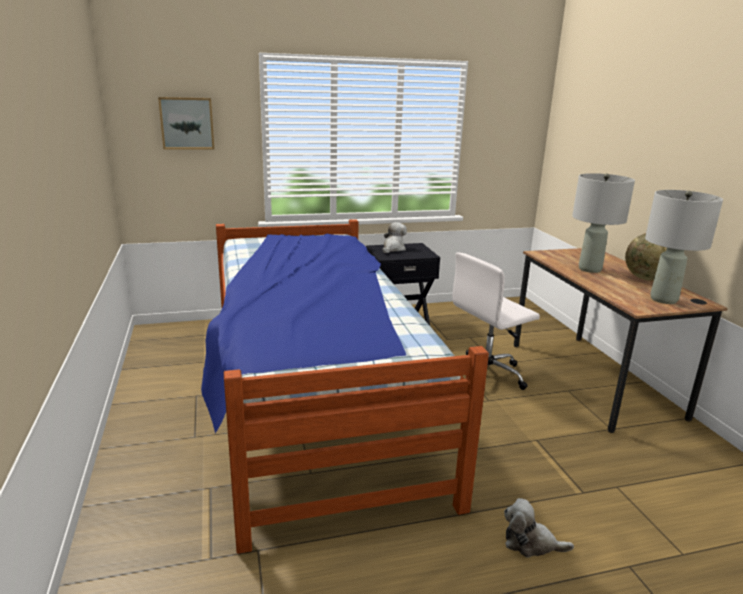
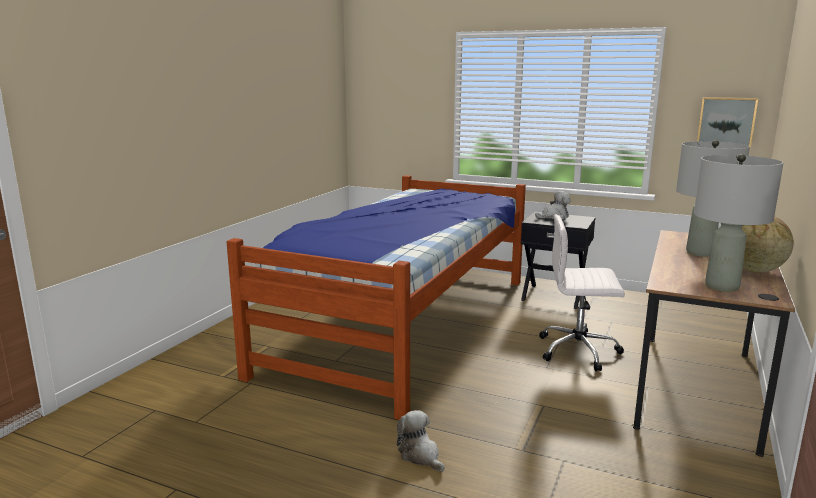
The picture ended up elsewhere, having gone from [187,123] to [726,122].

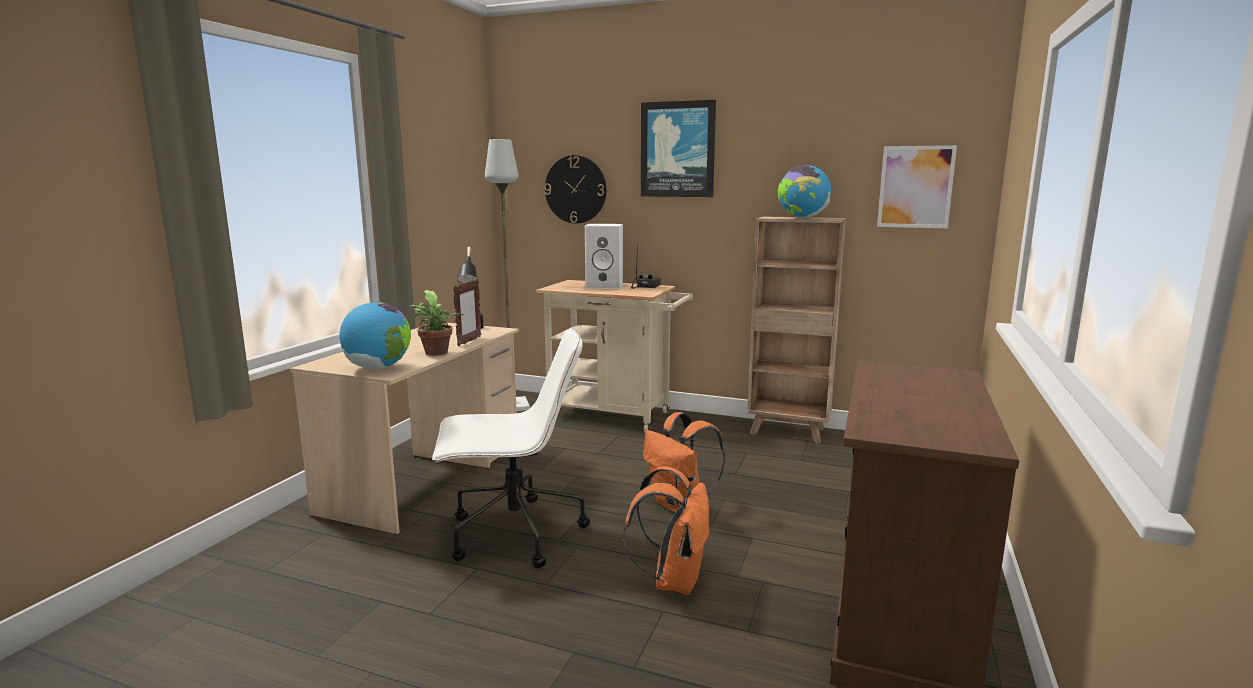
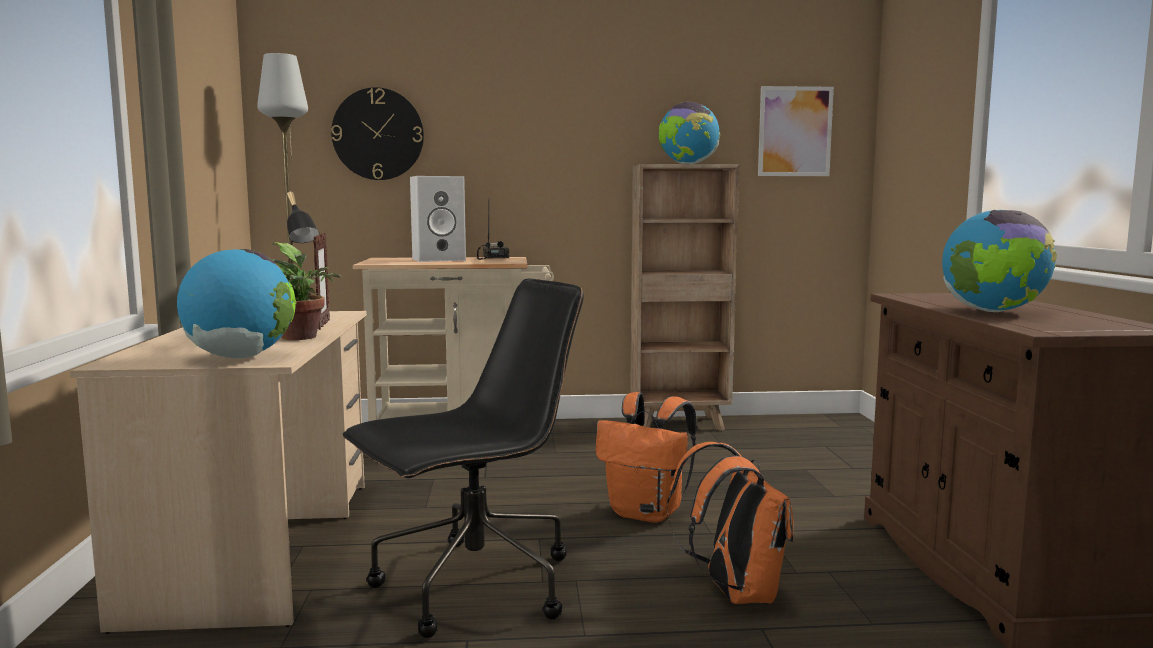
The second view lost the picture at [677,149]. What was the white_office_chair at [513,534] turned into the black_office_chair at [472,587]. The second view gained the globe at [993,311].

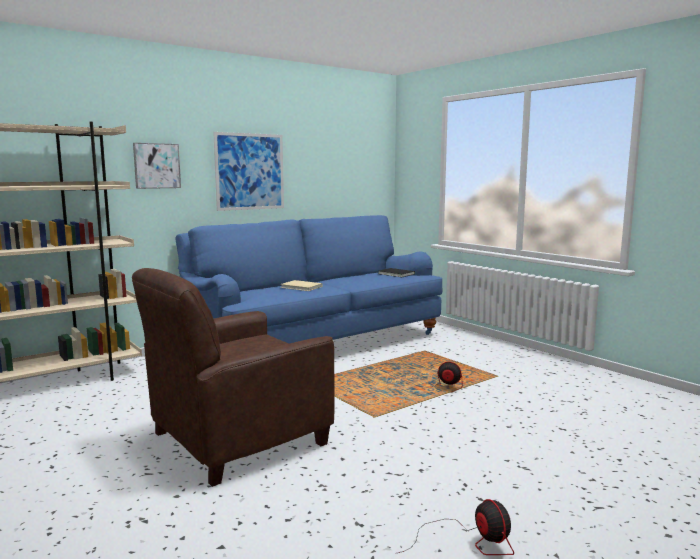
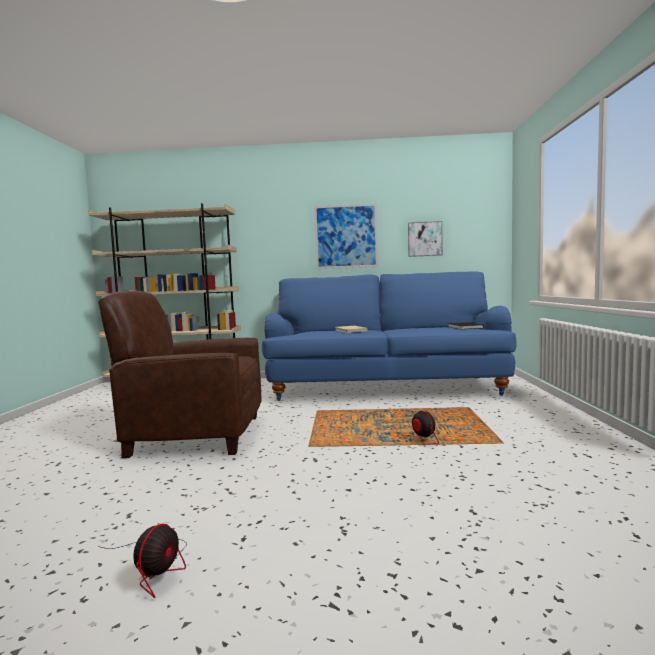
The picture ended up elsewhere, having gone from [156,166] to [424,239].

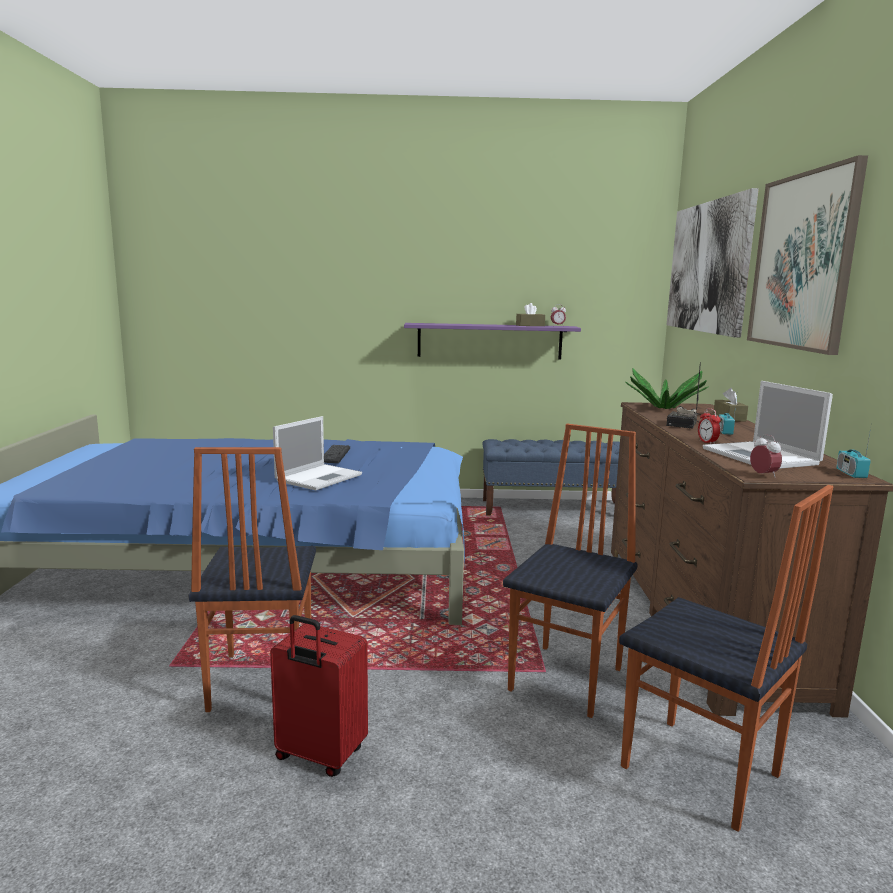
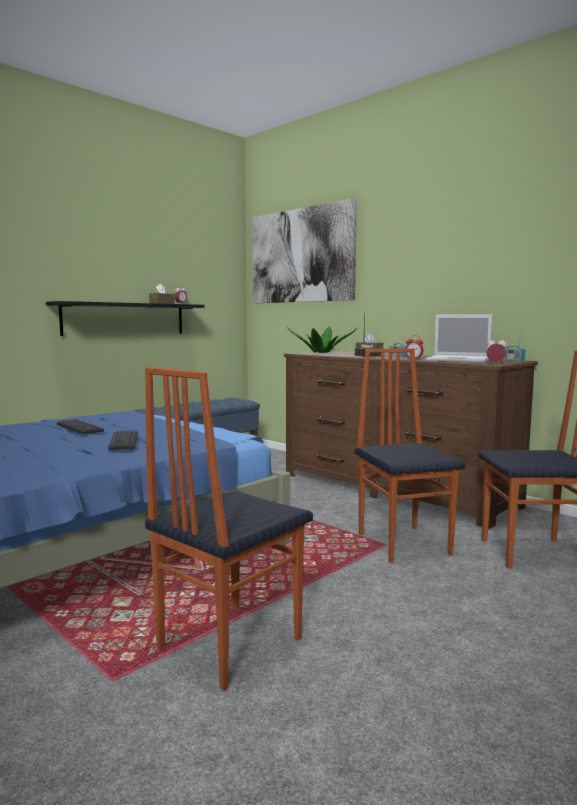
The second view lost the picture at [802,261]. What was the purple_shelf at [489,341] turned into the black_shelf at [125,319]. Where the laptop stood at [320,477], the keyboard came to stand at [124,441]. The chair at [259,682] ended up facing another way, 90 degrees clockwise from before. The second view lost the red_suitcase at [319,756].

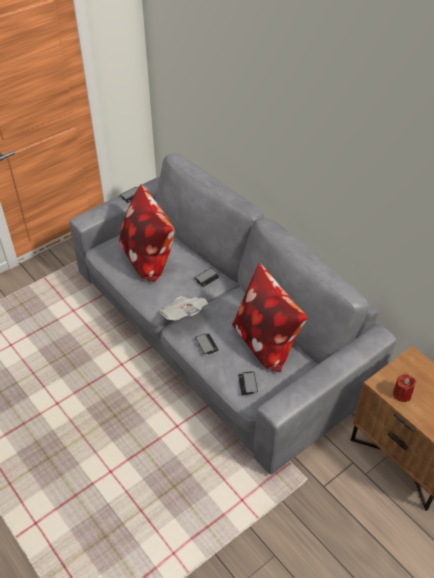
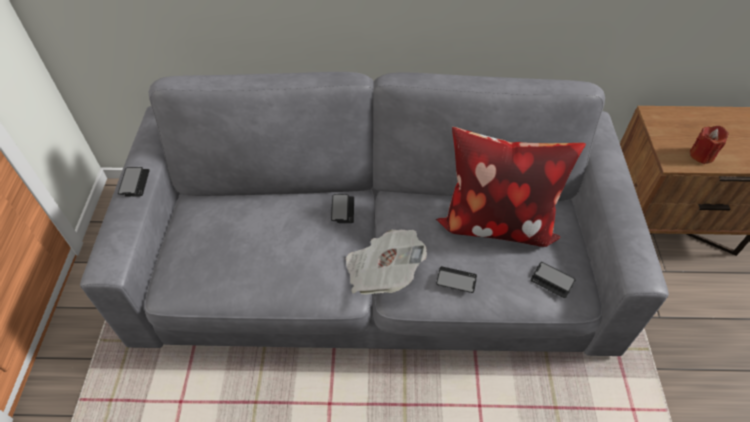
The second view lost the pillow at [148,257].

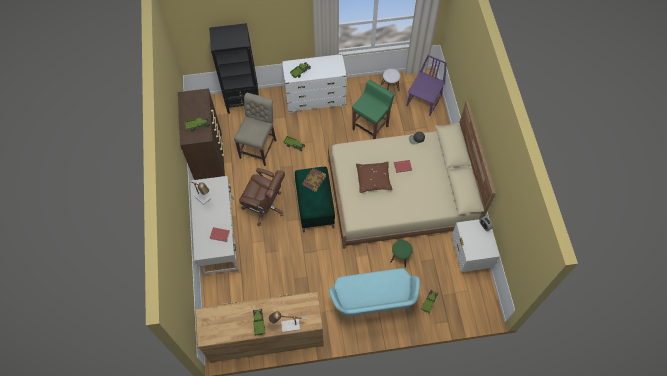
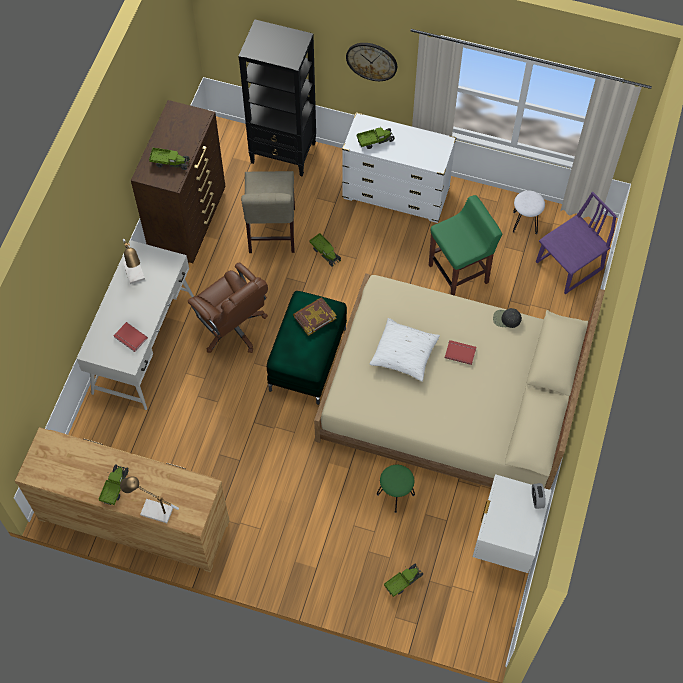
The beige_chair at [259,147] ended up facing another way, 135 degrees clockwise from before. What was the brown_pillow at [373,179] turned into the white_pillow at [404,354]. The second view lost the turquoise_bench at [373,305]. The second view gained the wall_clock at [372,61].

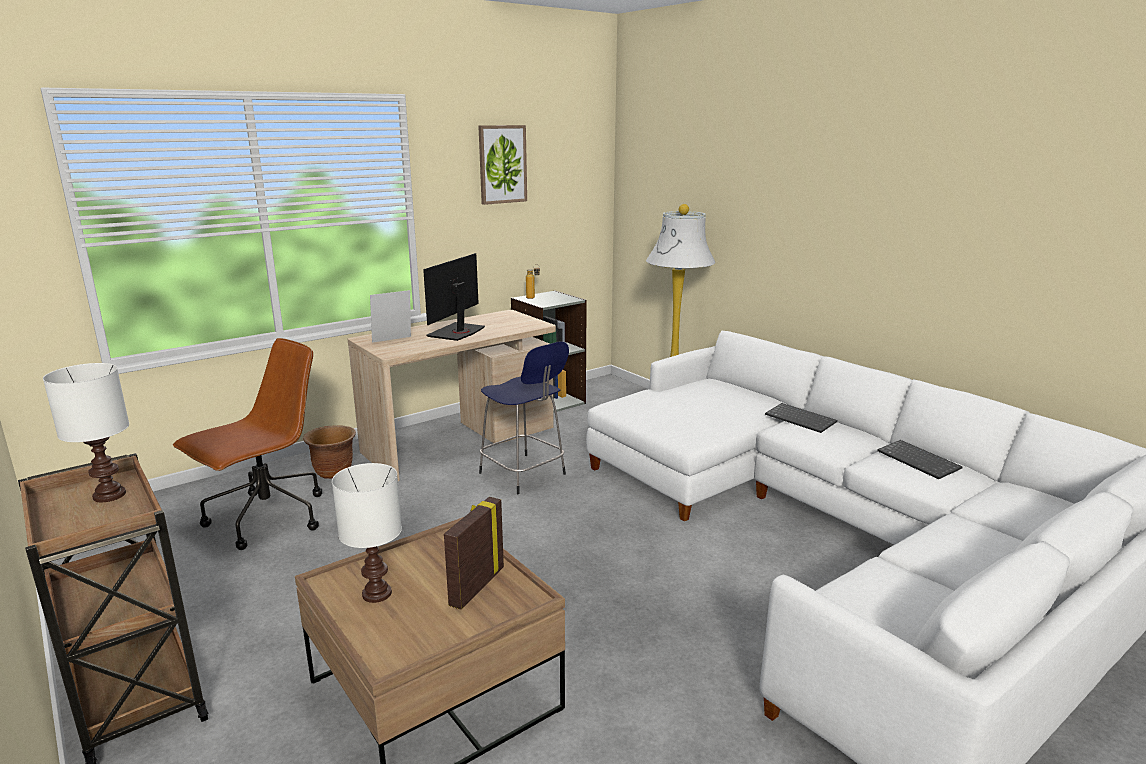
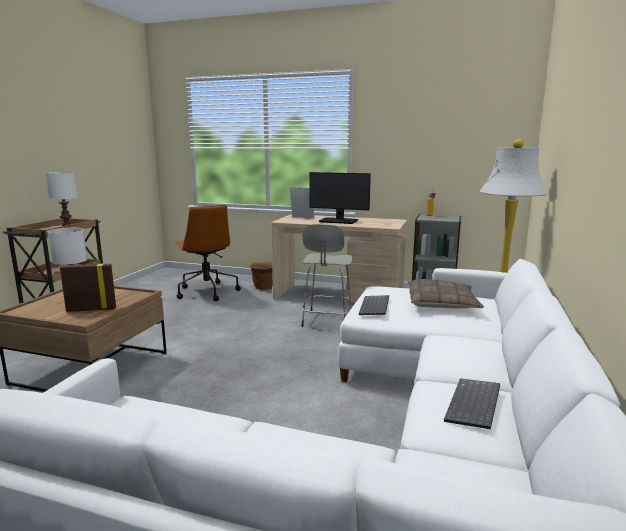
The second view lost the picture at [502,164]. The monitor at [457,332] ended up facing another way, 150 degrees counterclockwise from before. The brown_office_chair at [266,519] ended up facing another way, 60 degrees clockwise from before. What was the blue_stool at [524,475] turned into the grey_stool at [327,321]. The keyboard ended up elsewhere, having gone from [801,419] to [375,307]. The second view gained the pillow at [442,303].

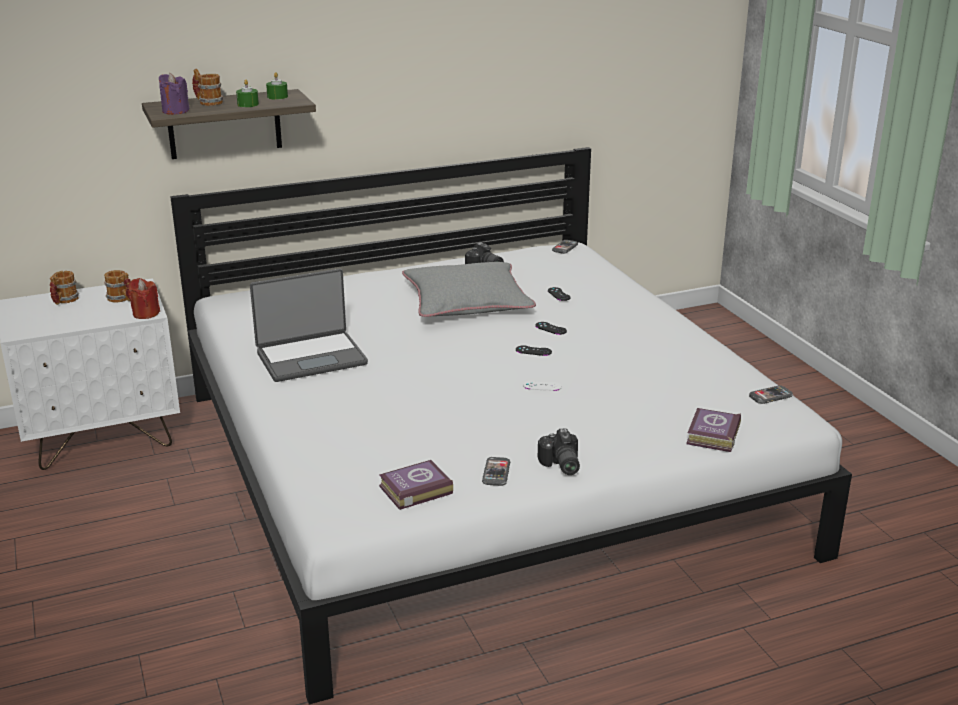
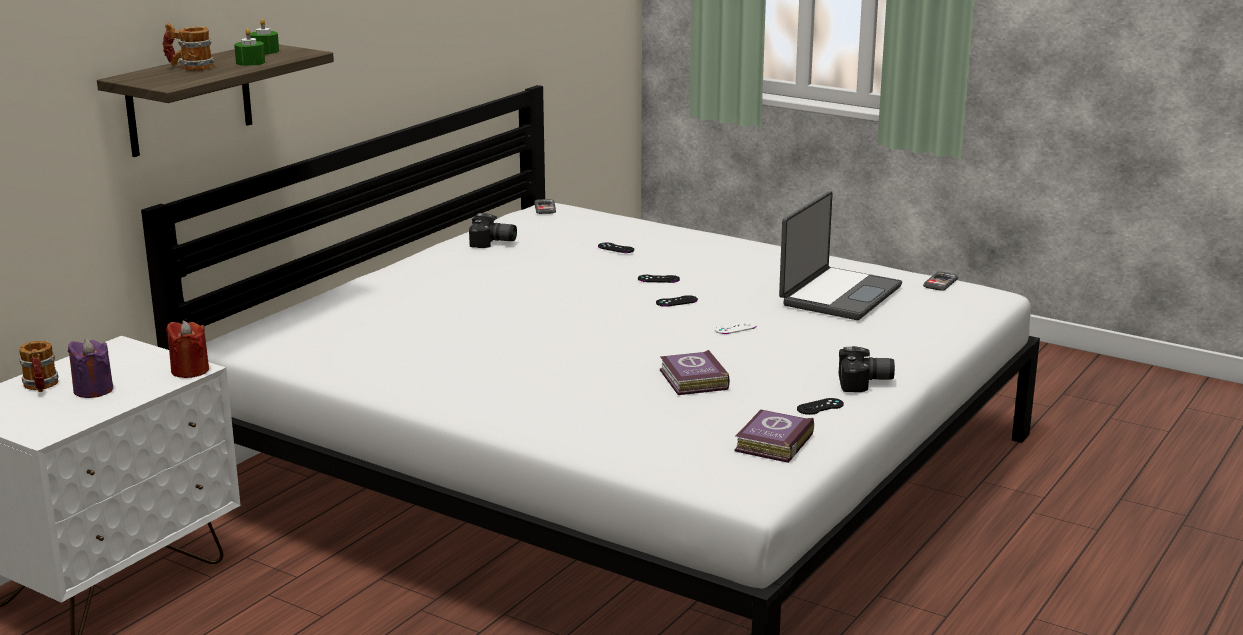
The purple_candle ended up elsewhere, having gone from [175,111] to [93,390]. The second view lost the grey_pillow at [467,301]. The laptop ended up elsewhere, having gone from [311,357] to [838,295]. The second view lost the mug at [122,299]. The book ended up elsewhere, having gone from [711,435] to [693,380]. The photo_camera at [560,465] ended up facing another way, 45 degrees counterclockwise from before. Where the phone stood at [496,473], the black_game_controller came to stand at [820,407].

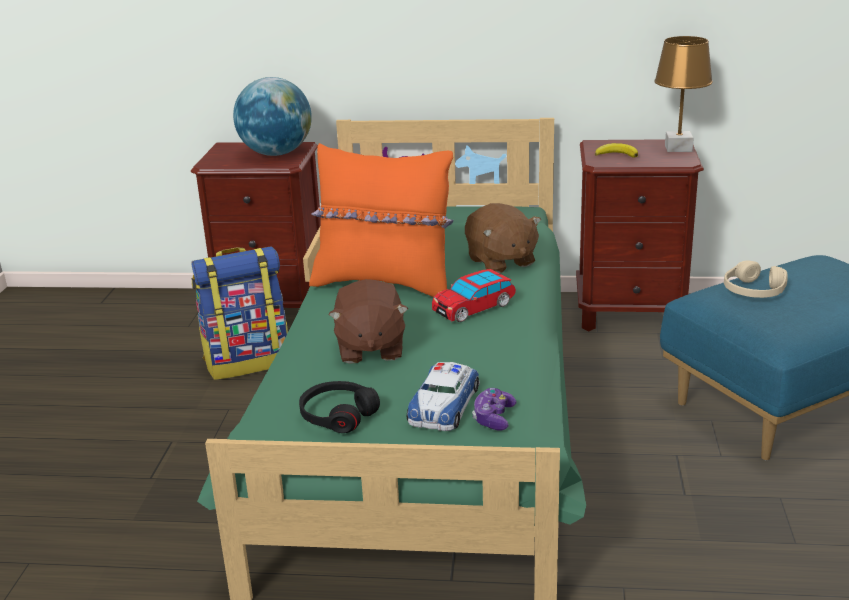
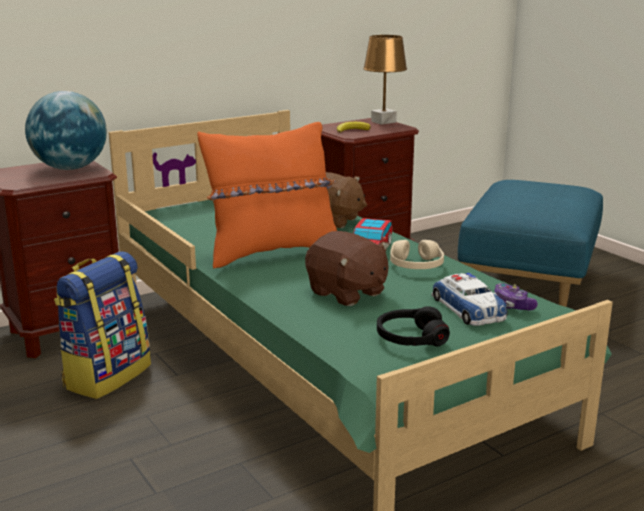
The beige_headphones ended up elsewhere, having gone from [753,291] to [416,265].

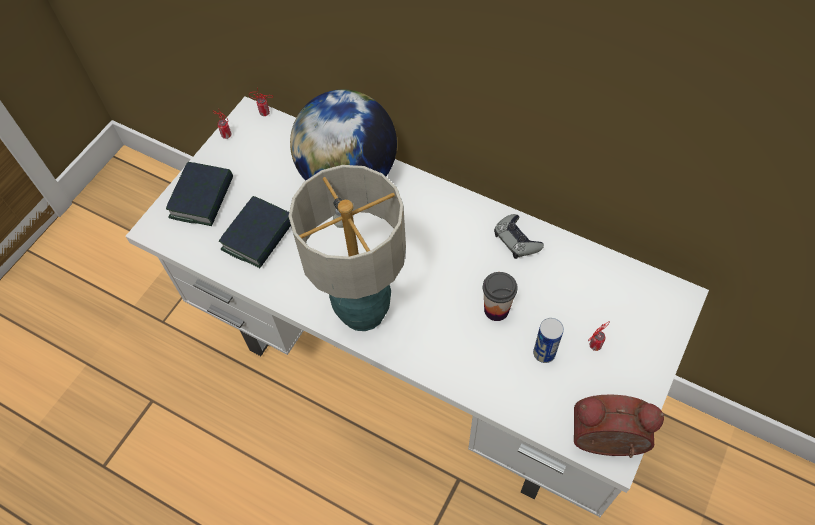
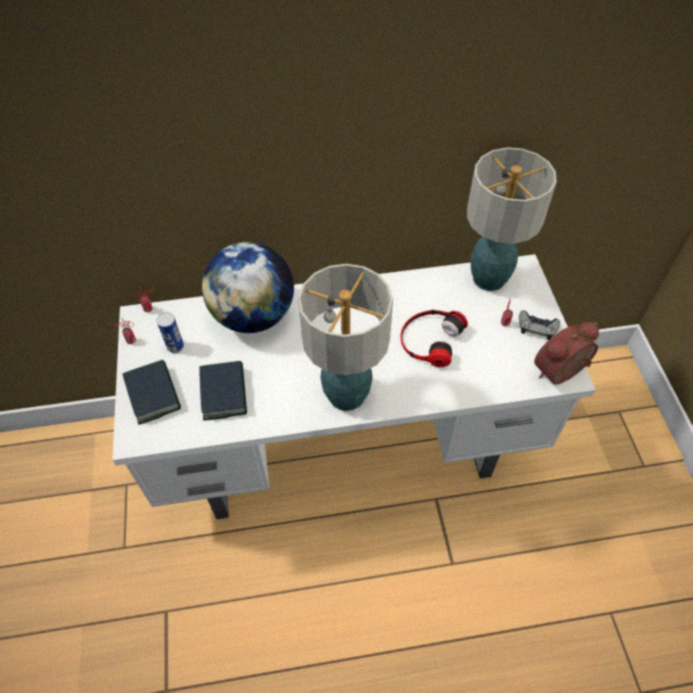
The grey_game_controller ended up elsewhere, having gone from [517,240] to [537,327]. Where the cup stood at [496,310], the headphones came to stand at [430,339]. The can ended up elsewhere, having gone from [544,353] to [175,346]. The second view gained the table_lamp at [488,278].

